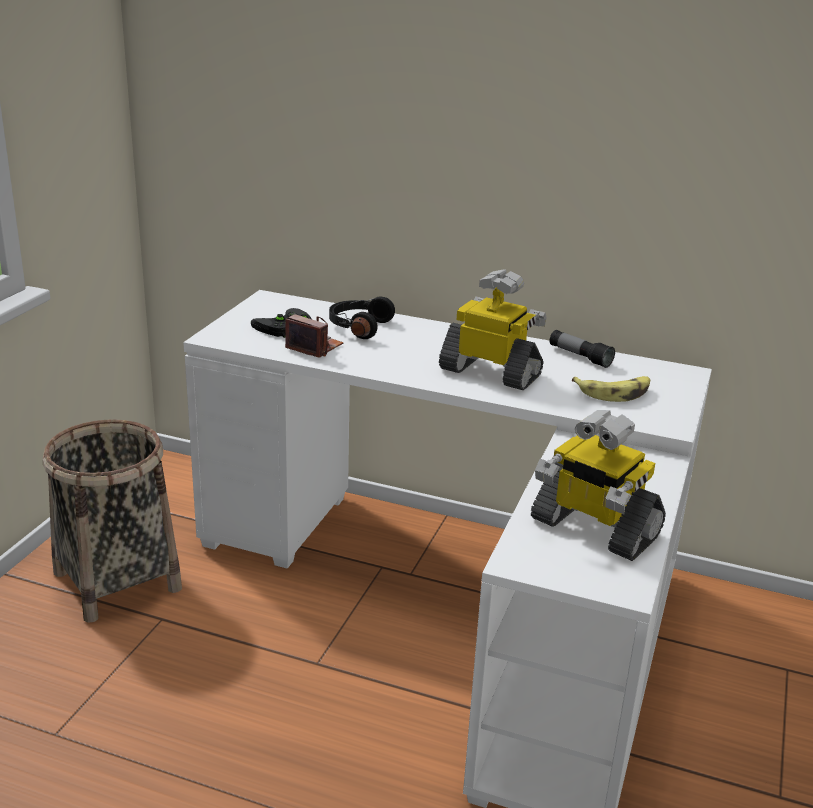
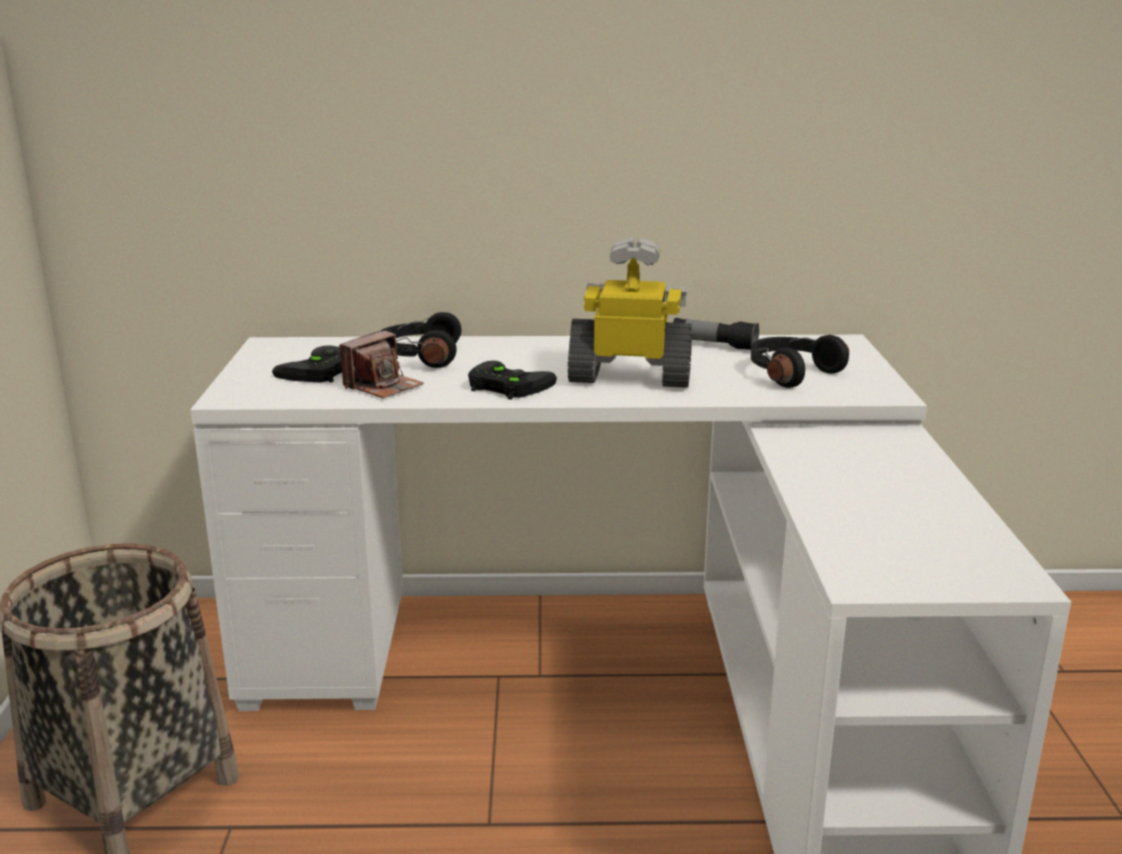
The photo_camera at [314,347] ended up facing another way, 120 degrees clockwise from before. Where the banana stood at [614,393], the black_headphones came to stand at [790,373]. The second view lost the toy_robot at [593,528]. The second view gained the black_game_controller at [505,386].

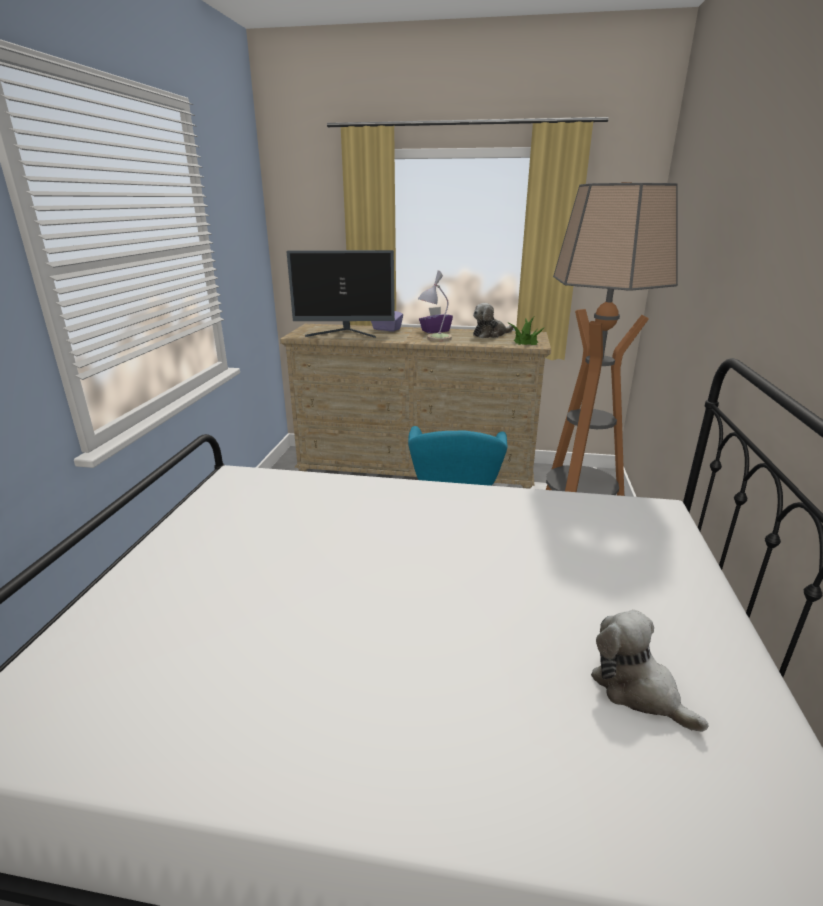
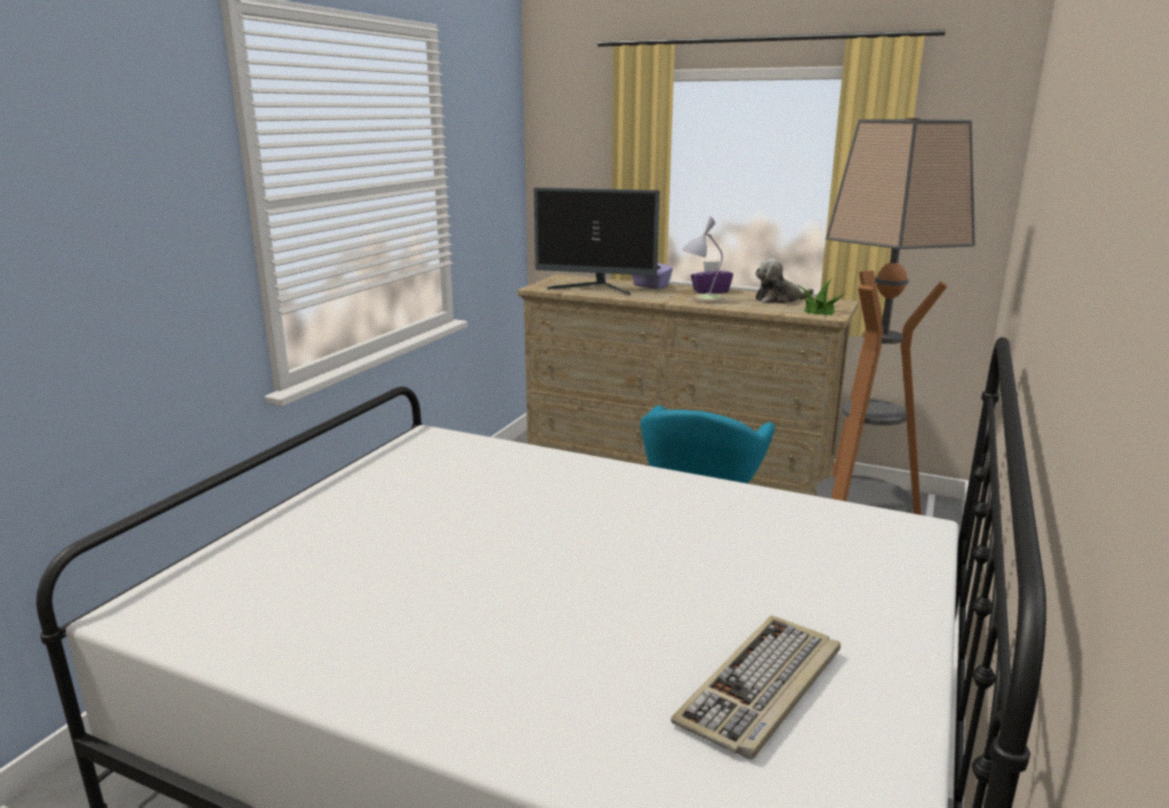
Where the plush_toy stood at [637,689], the keyboard came to stand at [762,689].

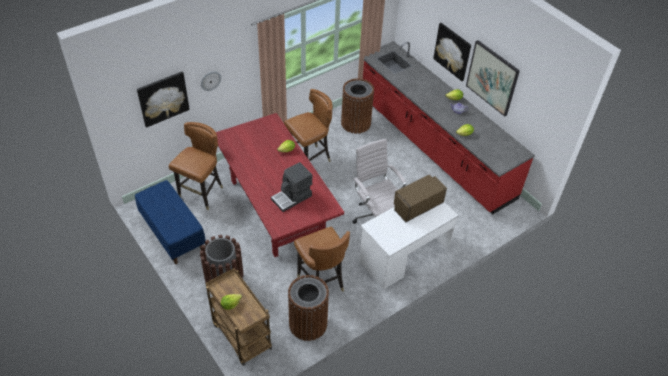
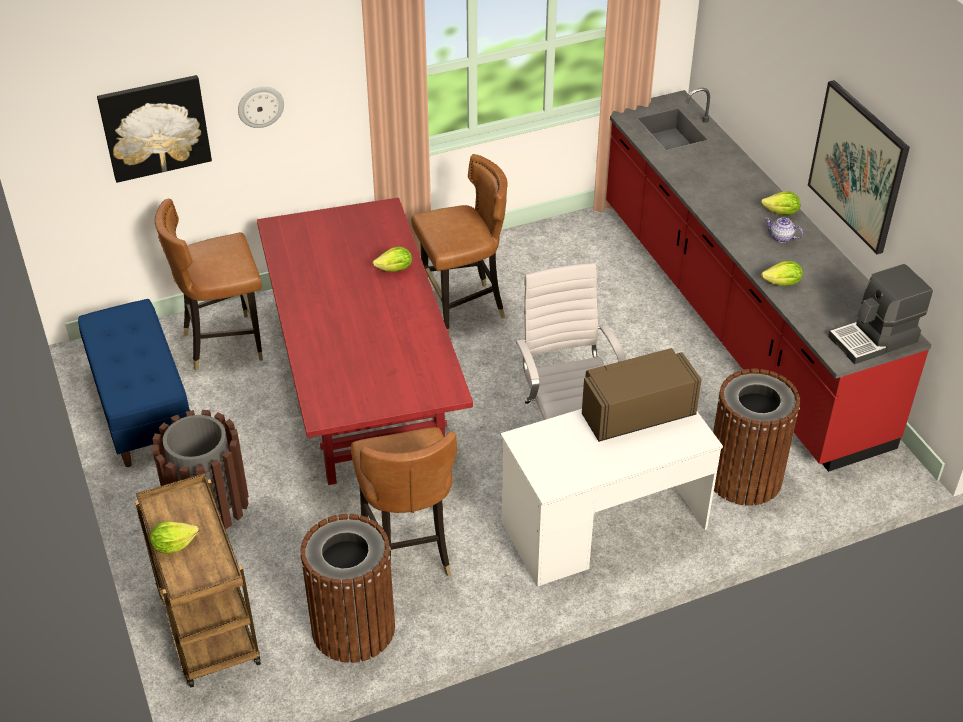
The second view lost the picture at [452,51]. The brown_trash_can ended up elsewhere, having gone from [356,123] to [744,477]. The brown_chair at [202,194] ended up facing another way, 150 degrees counterclockwise from before. The coffee_machine ended up elsewhere, having gone from [292,197] to [874,340].

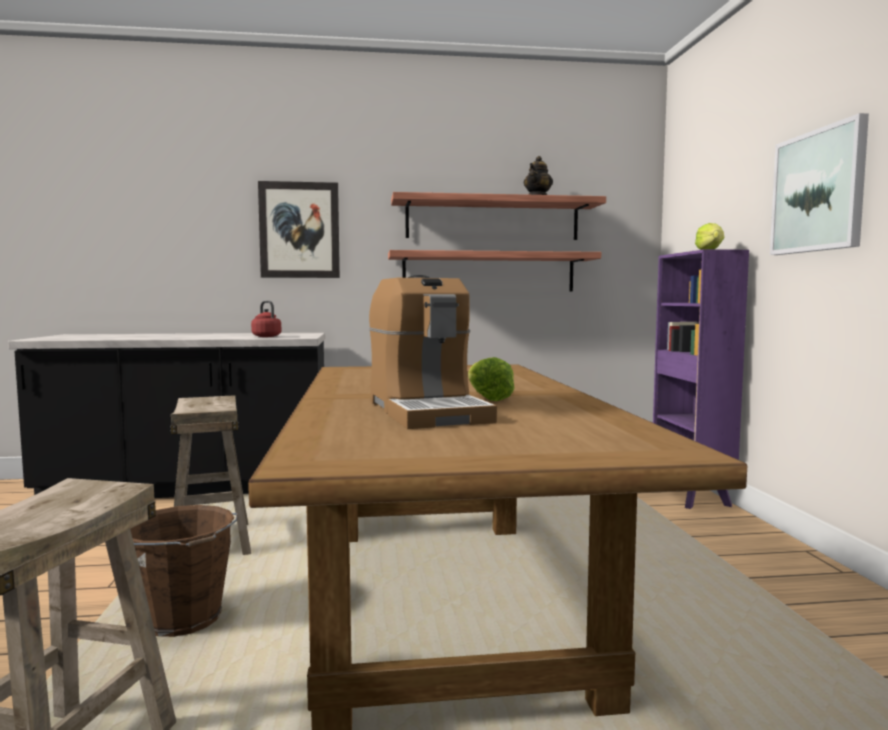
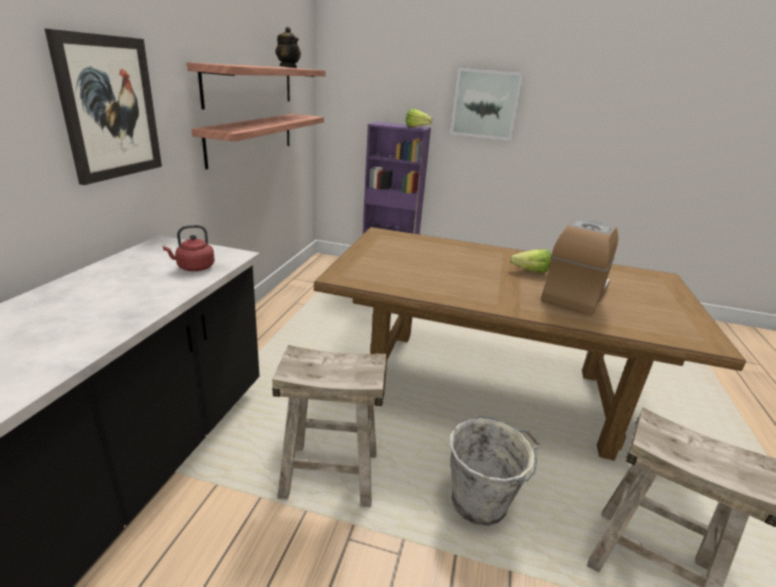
The coffee_machine at [427,411] ended up facing another way, 60 degrees counterclockwise from before. What was the brown_bucket at [183,621] turned into the grey_bucket at [481,502].

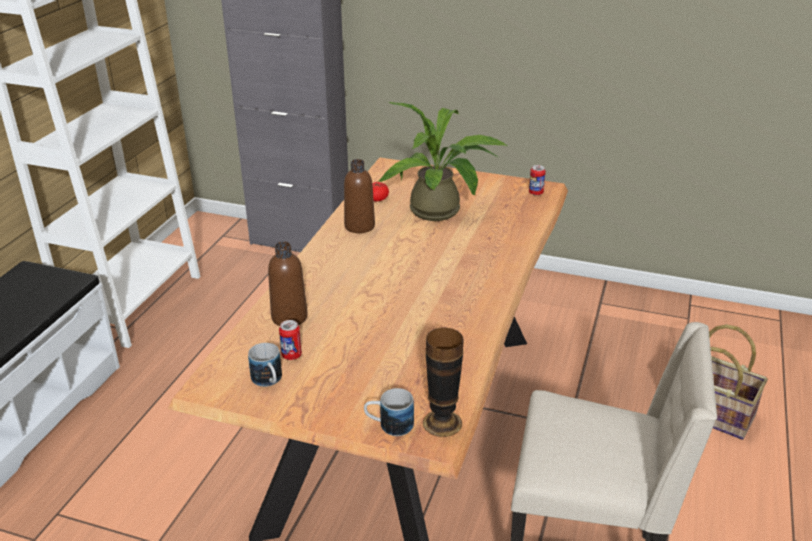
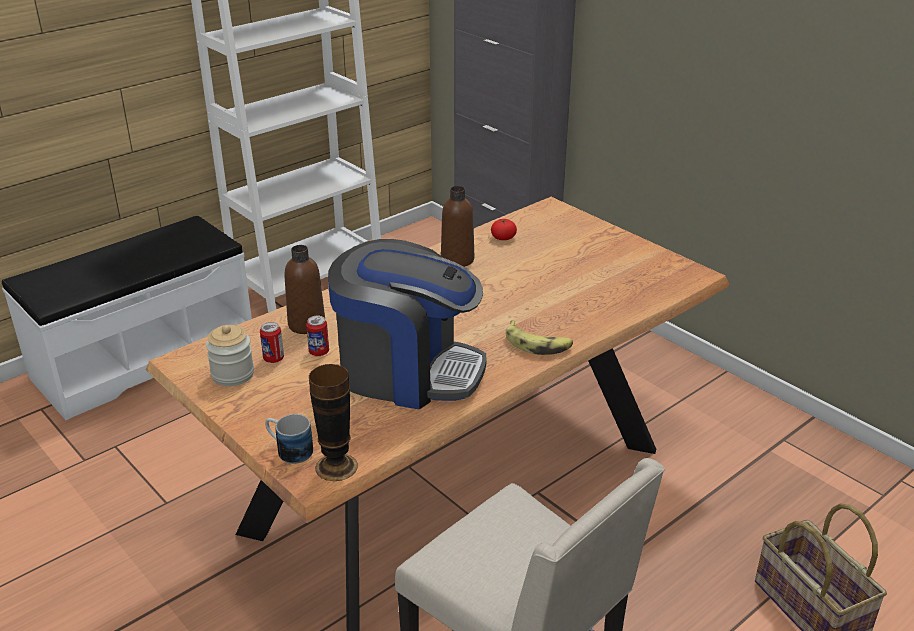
The second view lost the potted_plant at [441,212]. The can ended up elsewhere, having gone from [536,193] to [319,352]. Where the mug stood at [269,381], the jar came to stand at [232,374]. The second view gained the coffee_machine at [407,371]. The second view gained the banana at [538,344].

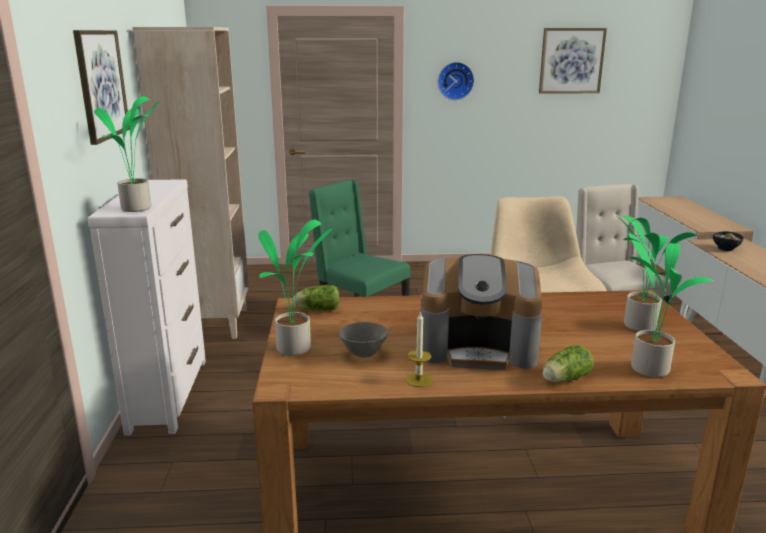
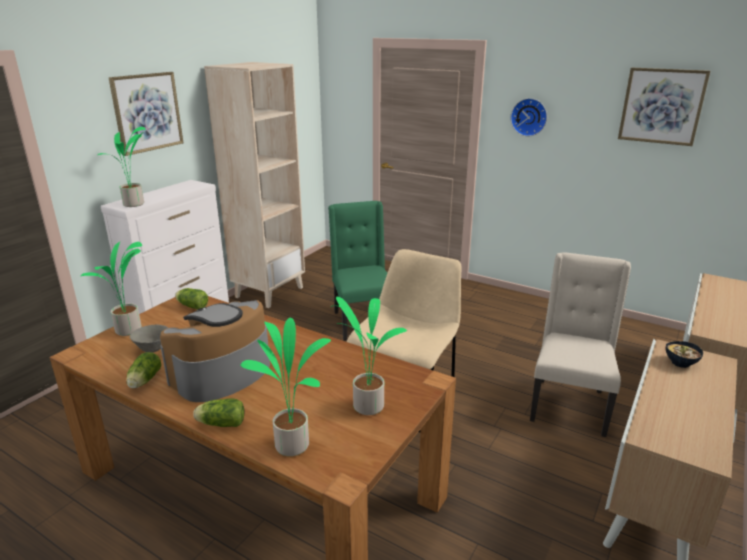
The coffee_machine at [478,347] ended up facing another way, 90 degrees clockwise from before. Where the candle stood at [418,379], the lettuce came to stand at [144,381].

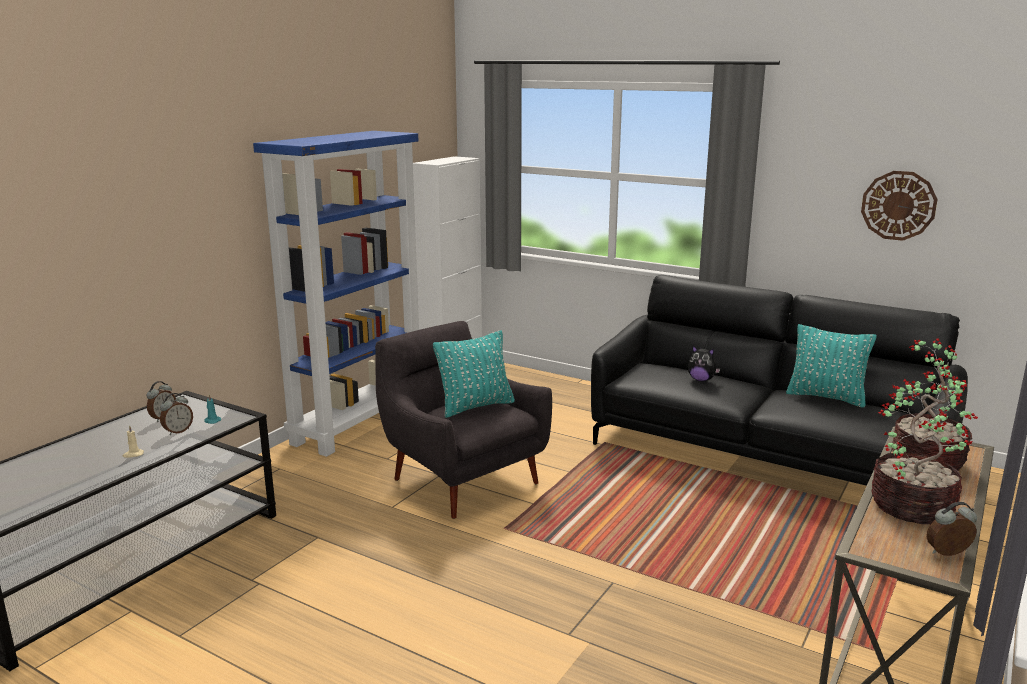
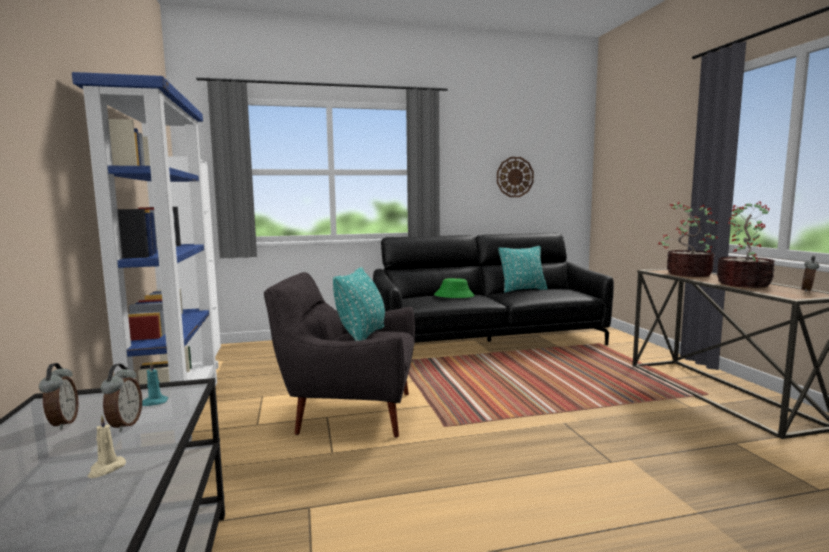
Where the plush_toy stood at [701,380], the green_hat came to stand at [454,296].

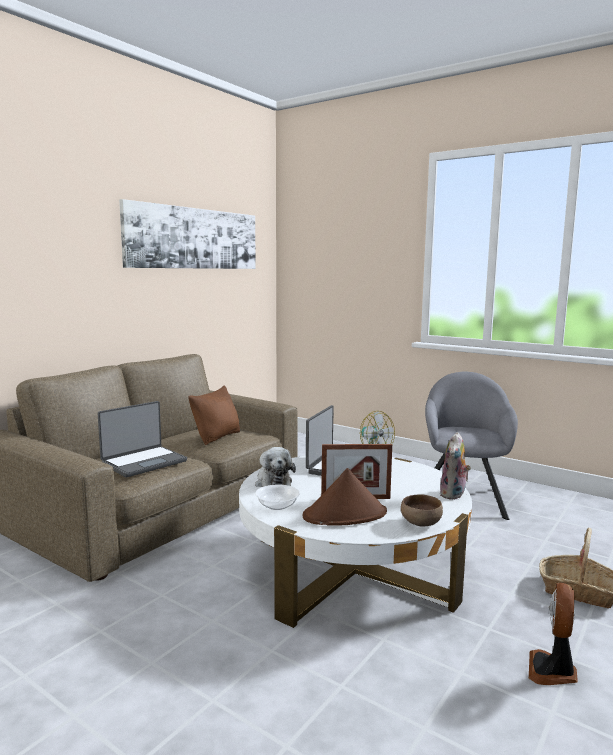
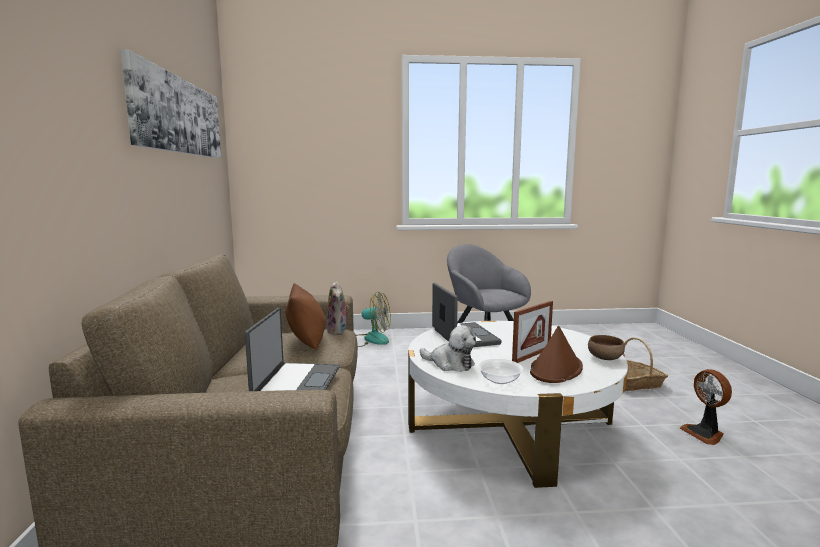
The plush_toy ended up elsewhere, having gone from [454,495] to [338,331].

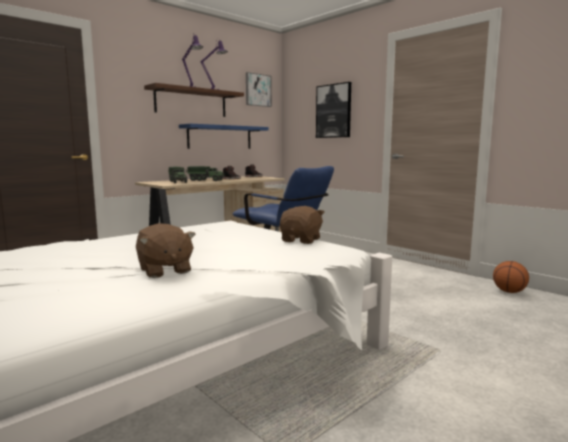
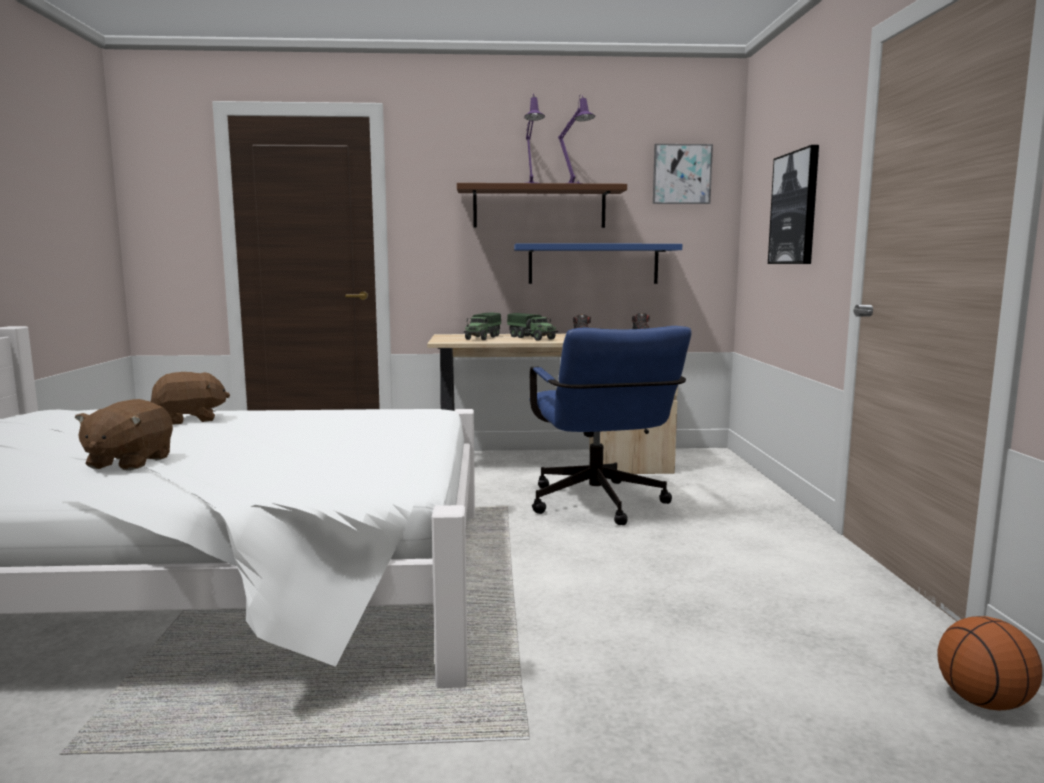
The brown_plush_toy ended up elsewhere, having gone from [301,240] to [190,420].

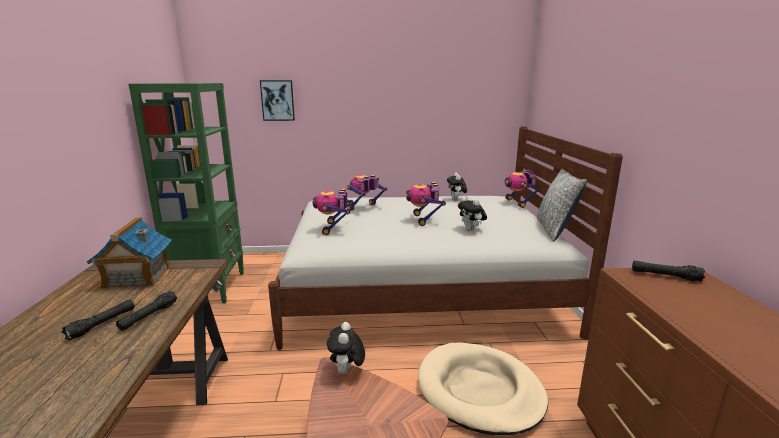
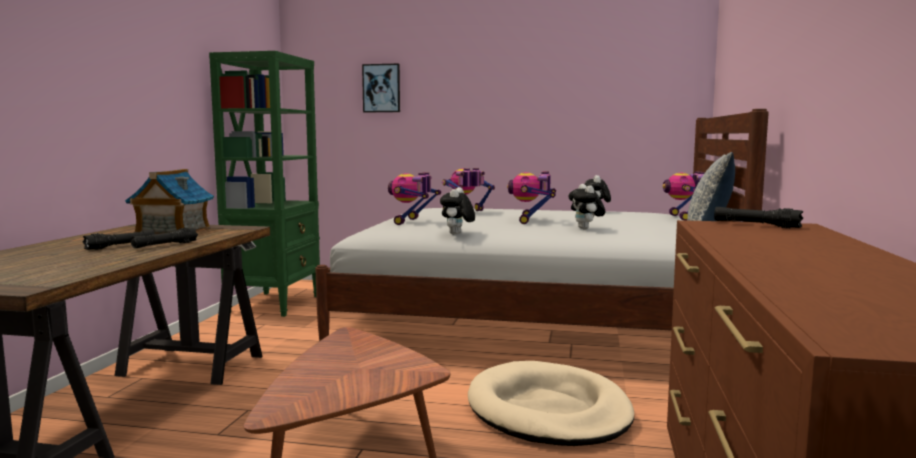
The plush_toy ended up elsewhere, having gone from [346,372] to [457,234].

